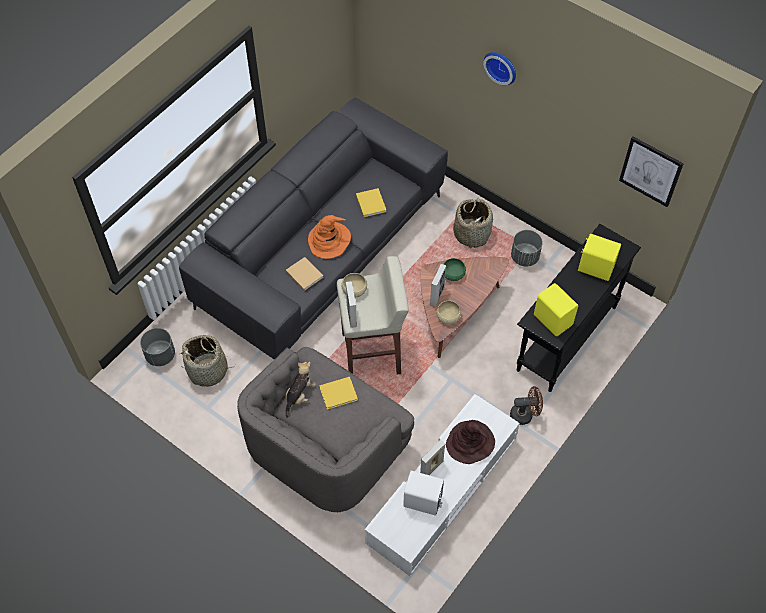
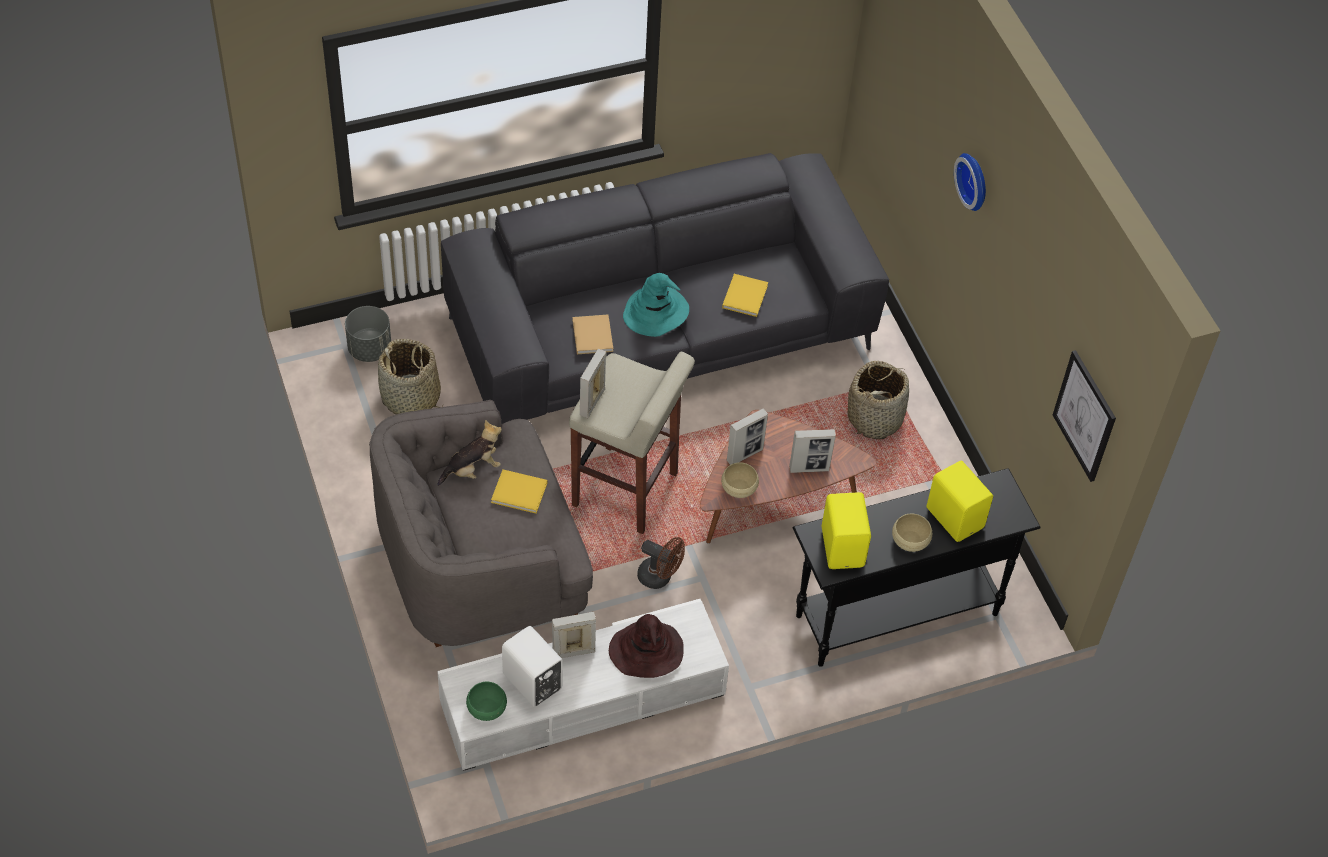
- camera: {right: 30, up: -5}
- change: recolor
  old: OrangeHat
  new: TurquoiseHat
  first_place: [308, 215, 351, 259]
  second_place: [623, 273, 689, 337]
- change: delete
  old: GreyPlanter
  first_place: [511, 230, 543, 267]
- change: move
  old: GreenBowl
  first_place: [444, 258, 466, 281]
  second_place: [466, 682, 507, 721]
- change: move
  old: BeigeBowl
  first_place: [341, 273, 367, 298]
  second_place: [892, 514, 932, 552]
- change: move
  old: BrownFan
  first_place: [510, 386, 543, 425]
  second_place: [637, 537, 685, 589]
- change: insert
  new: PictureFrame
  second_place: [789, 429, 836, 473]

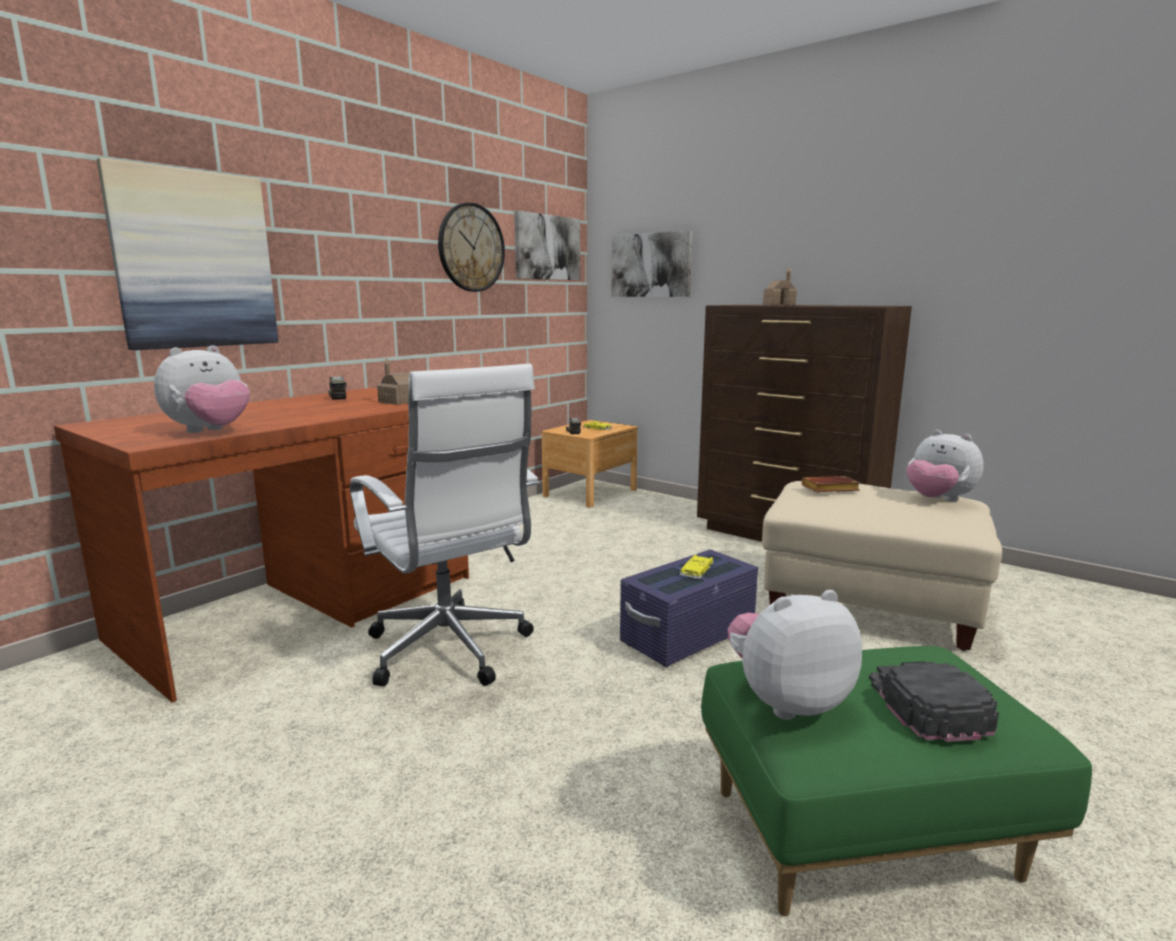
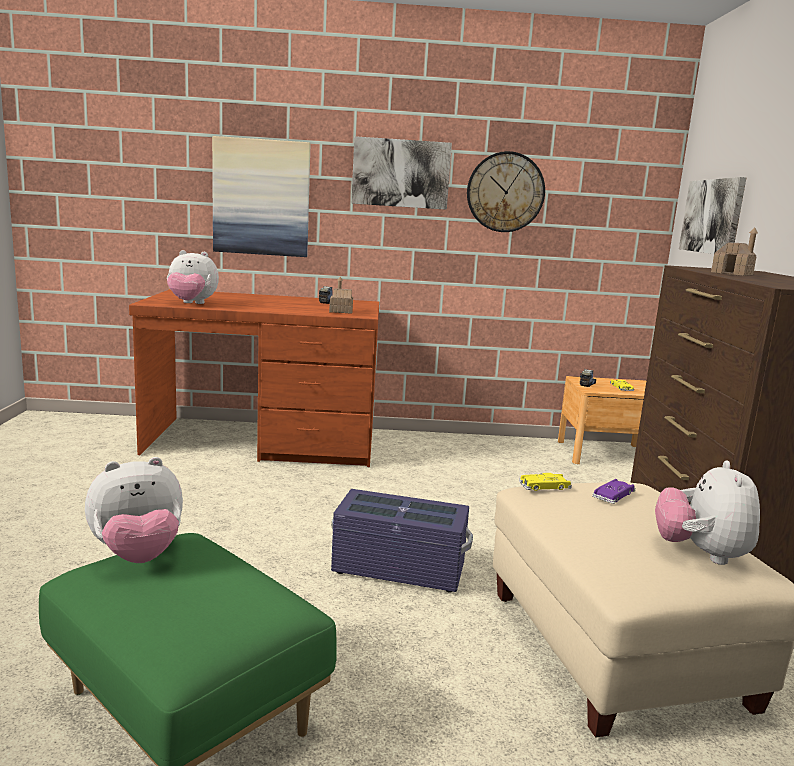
- camera: {right: 50, up: 0}
- change: move
  old: Picture
  first_place: [514, 211, 580, 280]
  second_place: [351, 136, 452, 210]
- change: delete
  old: WhiteOfficeChair
  first_place: [350, 364, 539, 686]
- change: replace
  old: BrownBook
  new: PurpleToyCar
  first_place: [801, 476, 860, 492]
  second_place: [592, 479, 635, 504]
- change: move
  old: YellowToyCar
  first_place: [679, 554, 714, 579]
  second_place: [519, 473, 572, 491]
- change: rotate
  old: PlushToy
  first_place: [728, 590, 862, 720]
  second_place: [85, 457, 183, 563]
  degrees: 120
- change: delete
  old: BlackCap
  first_place: [869, 661, 999, 742]

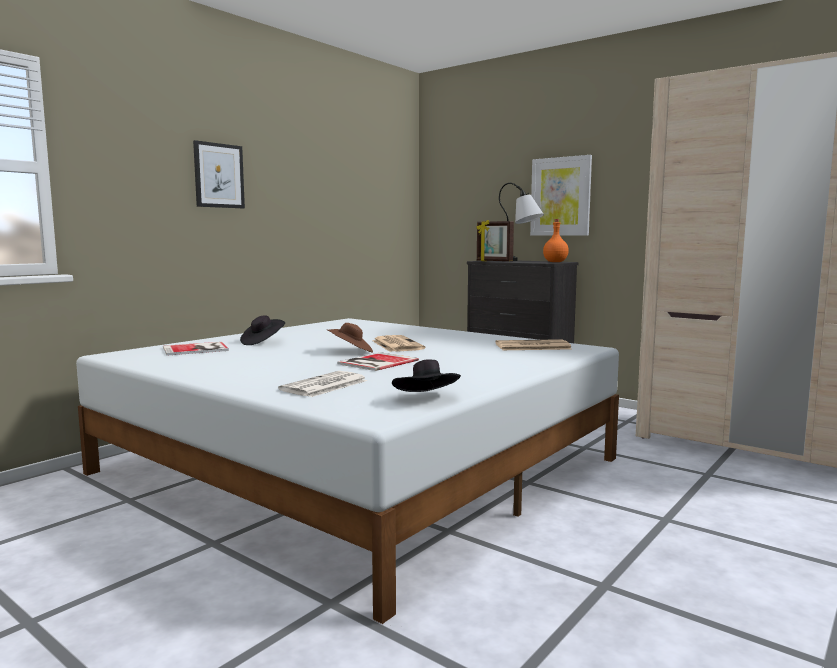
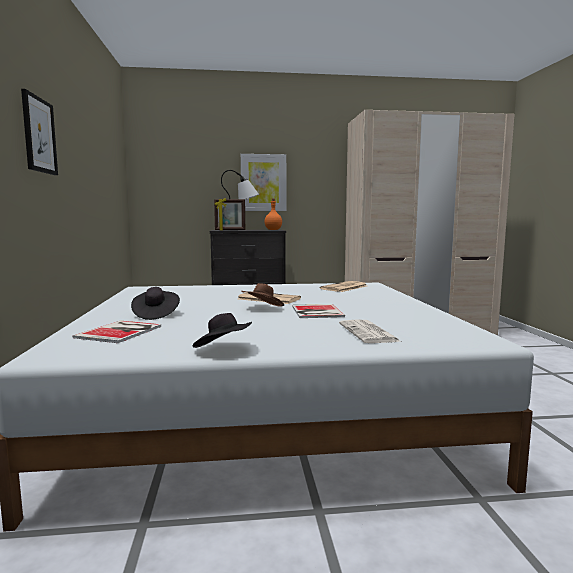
- camera: {right: -45, up: 0}
- change: move
  old: BlackHat
  first_place: [392, 360, 461, 392]
  second_place: [193, 313, 252, 348]

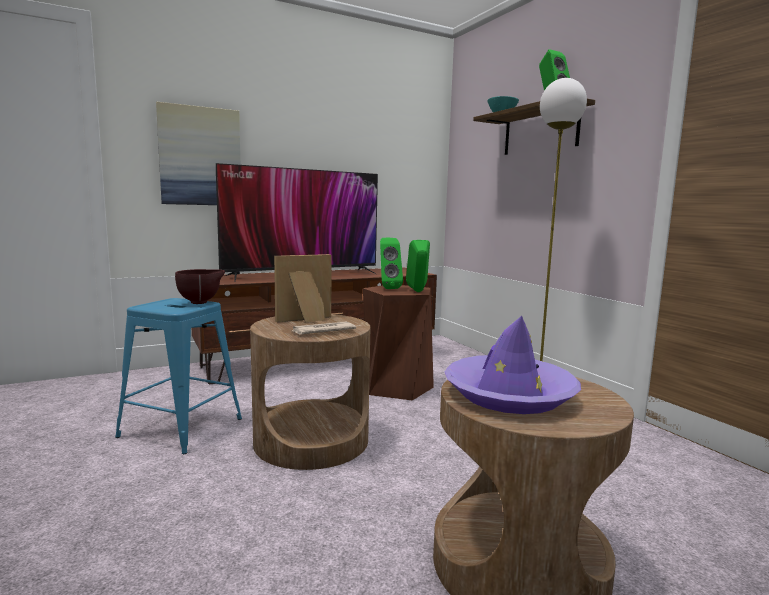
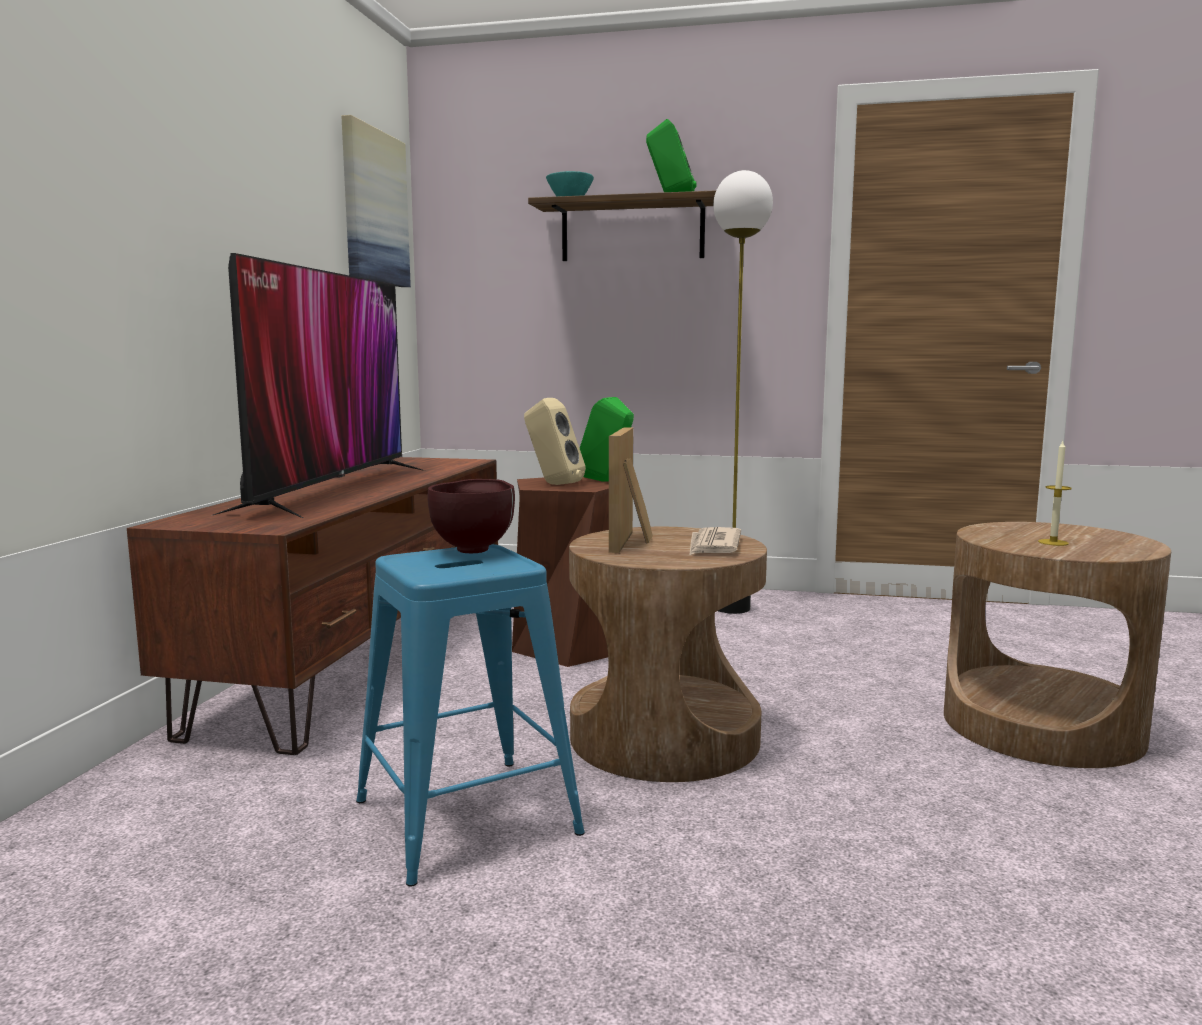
- camera: {right: -50, up: 0}
- change: move
  old: Picture
  first_place: [156, 101, 241, 205]
  second_place: [341, 115, 411, 287]
- change: recolor
  old: GreenSpeaker
  new: BeigeSpeaker
  first_place: [380, 238, 403, 289]
  second_place: [524, 398, 586, 485]
- change: replace
  old: PurpleHat
  new: Candle
  first_place: [445, 316, 581, 414]
  second_place: [1038, 441, 1072, 546]

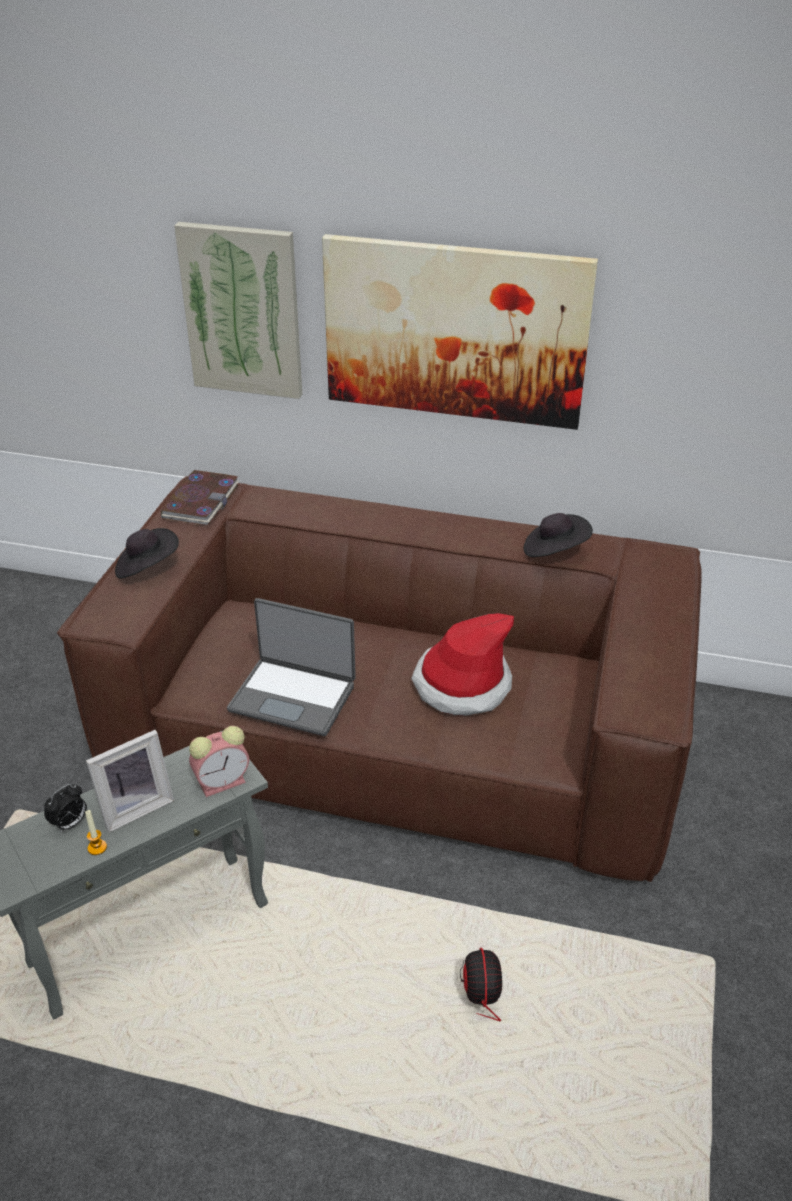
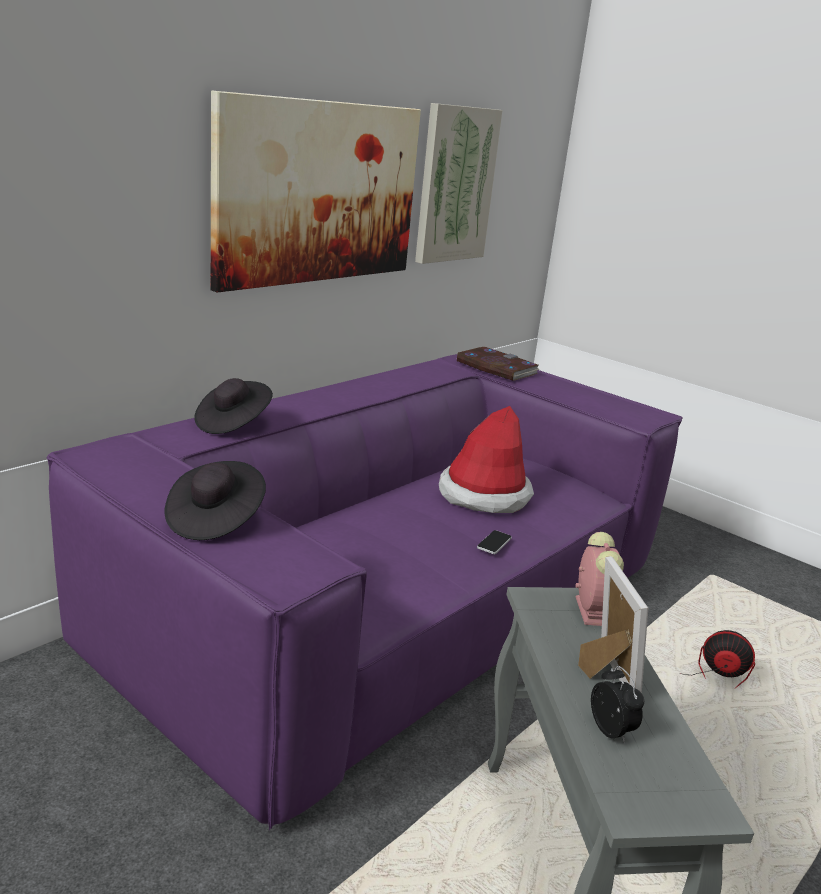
- camera: {right: -65, up: -15}
- change: move
  old: Picture
  first_place: [174, 222, 302, 399]
  second_place: [415, 103, 502, 264]
- change: move
  old: Book
  first_place: [161, 470, 239, 526]
  second_place: [456, 347, 539, 381]
- change: recolor
  old: BrownSofa
  new: PurpleSofa
  first_place: [57, 476, 702, 882]
  second_place: [46, 354, 683, 830]
- change: move
  old: BlackHat
  first_place: [524, 513, 593, 557]
  second_place: [194, 378, 273, 434]
- change: delete
  old: Laptop
  first_place: [227, 598, 356, 736]
- change: delete
  old: Candle
  first_place: [85, 810, 107, 855]
- change: insert
  new: Phone
  second_place: [477, 530, 512, 554]

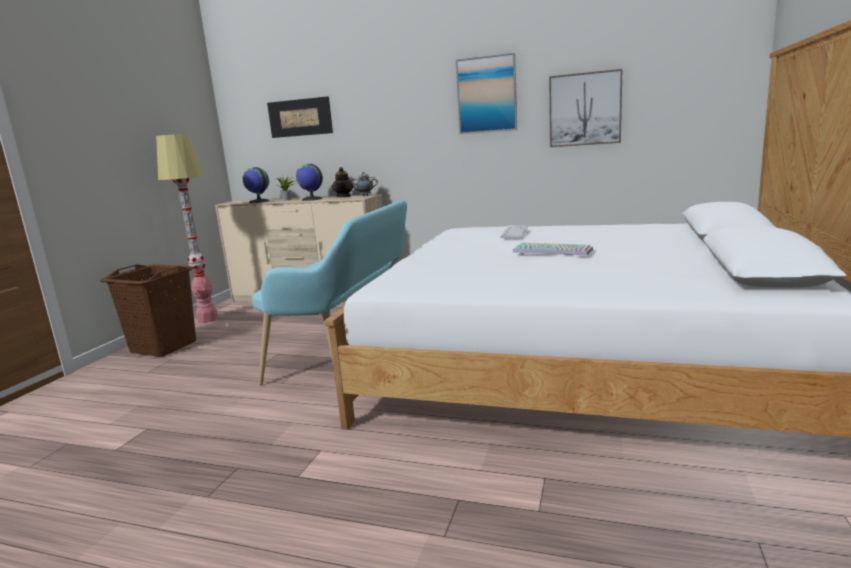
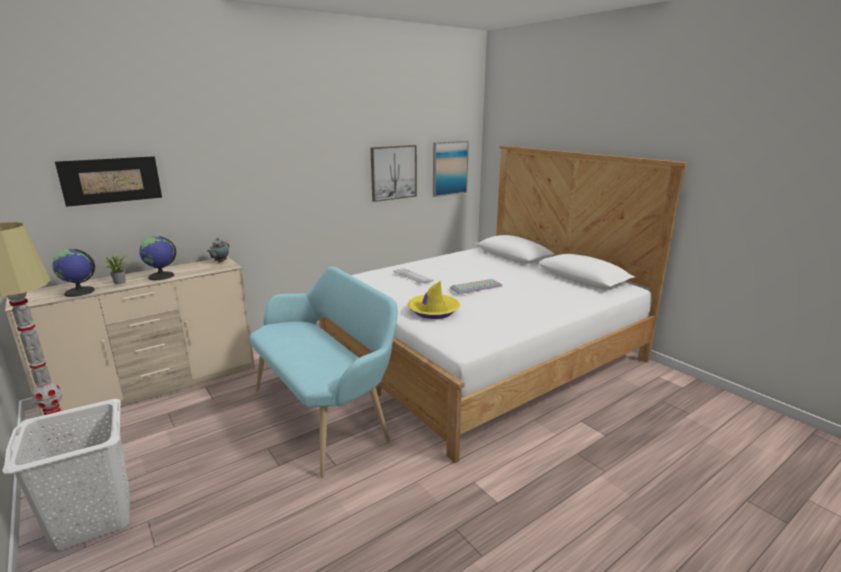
- camera: {right: -55, up: 5}
- change: move
  old: Picture
  first_place: [456, 53, 517, 134]
  second_place: [433, 141, 469, 197]
- change: delete
  old: Teapot
  first_place: [332, 167, 353, 197]
- change: recolor
  old: BrownLaundryBasket
  new: WhiteLaundryBasket
  first_place: [100, 264, 196, 357]
  second_place: [2, 399, 130, 551]
- change: insert
  new: YellowHat
  second_place: [407, 281, 460, 319]

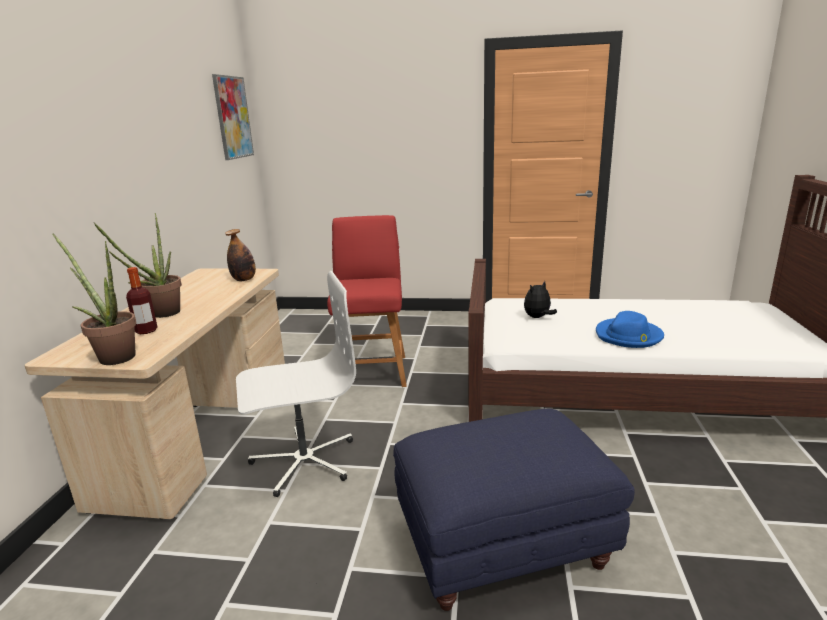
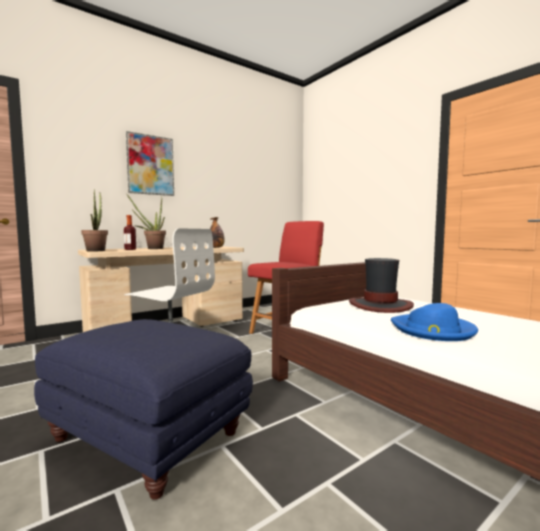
- camera: {right: 45, up: -15}
- change: move
  old: Picture
  first_place: [212, 74, 254, 160]
  second_place: [126, 131, 174, 196]
- change: replace
  old: PlushToy
  new: Hat
  first_place: [524, 281, 557, 318]
  second_place: [349, 258, 414, 313]

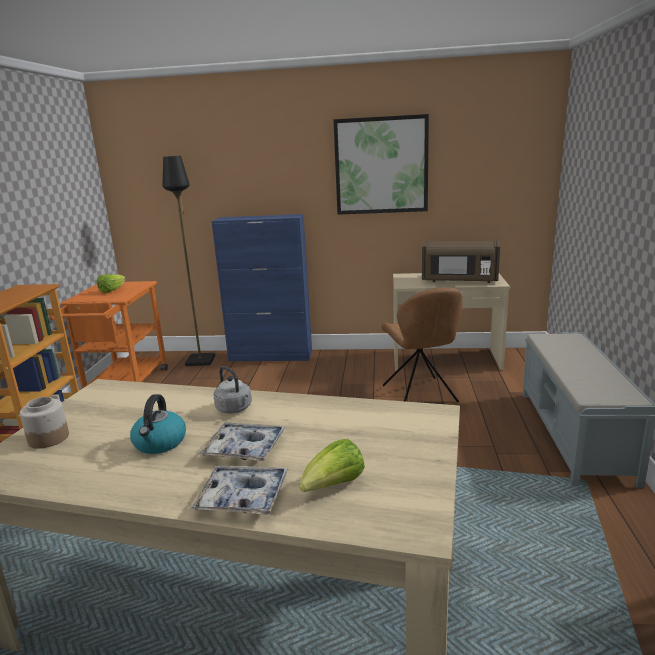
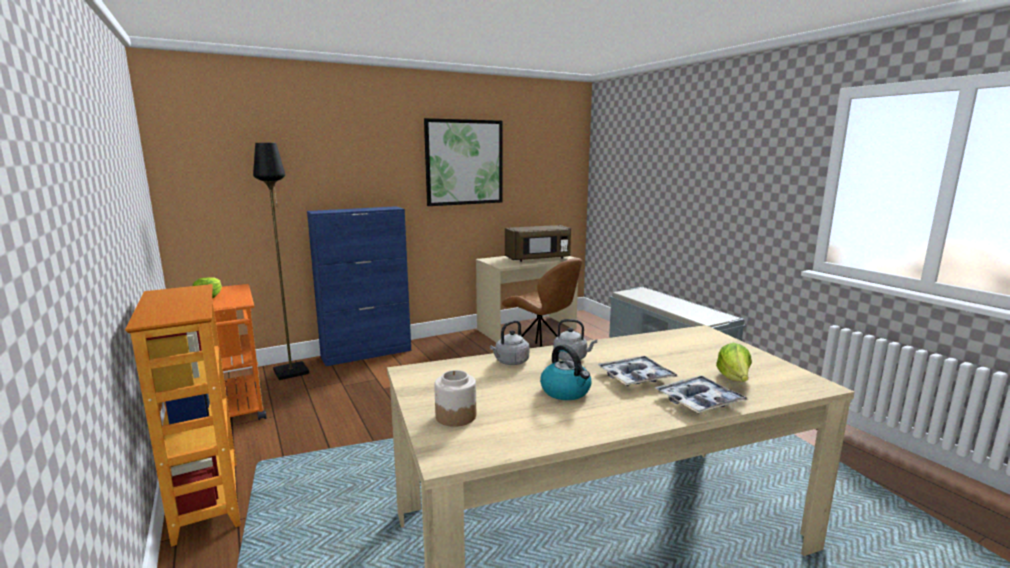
- camera: {right: -35, up: -5}
- change: insert
  new: GreyKettle
  second_place: [490, 320, 529, 365]

